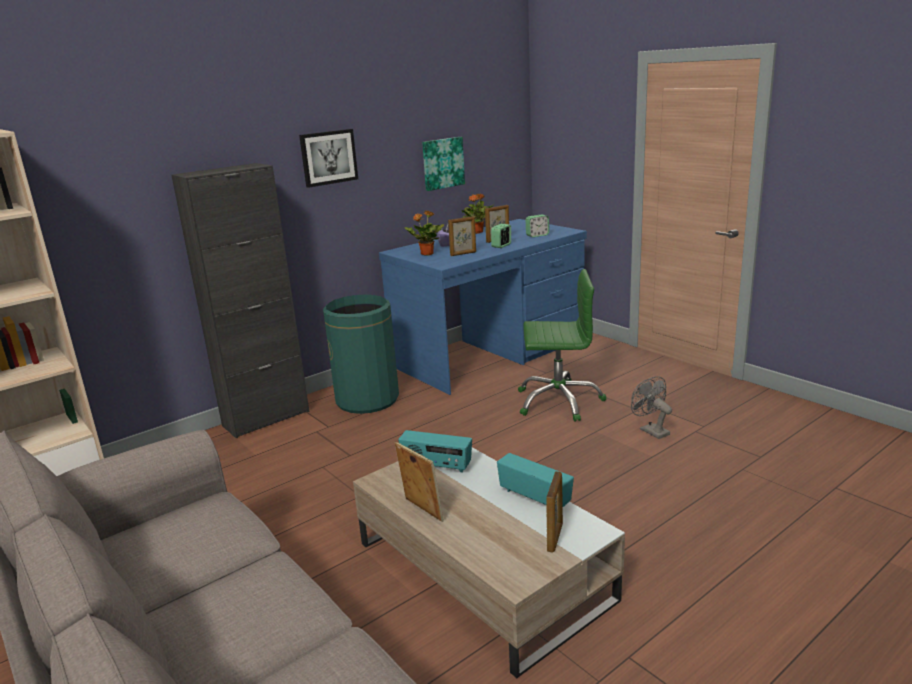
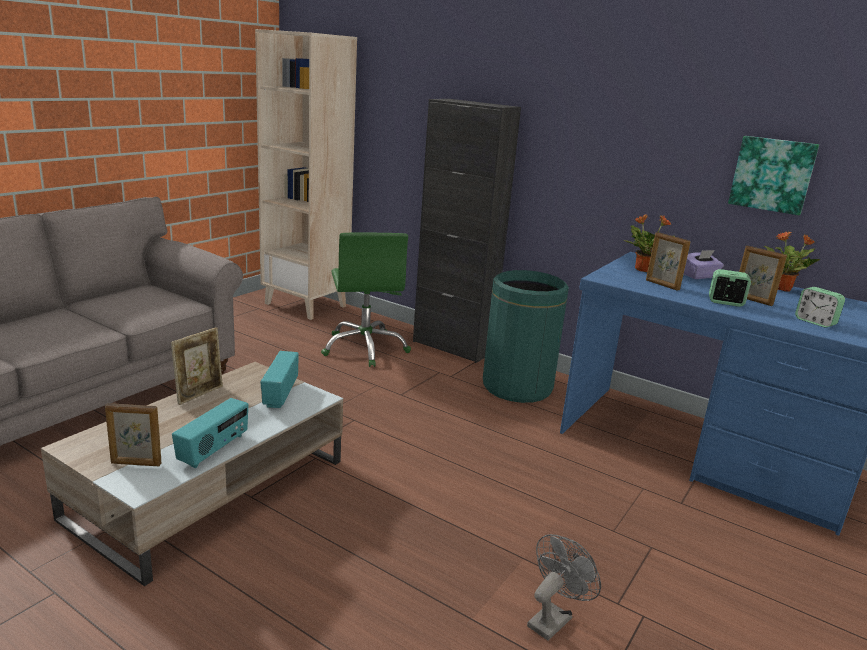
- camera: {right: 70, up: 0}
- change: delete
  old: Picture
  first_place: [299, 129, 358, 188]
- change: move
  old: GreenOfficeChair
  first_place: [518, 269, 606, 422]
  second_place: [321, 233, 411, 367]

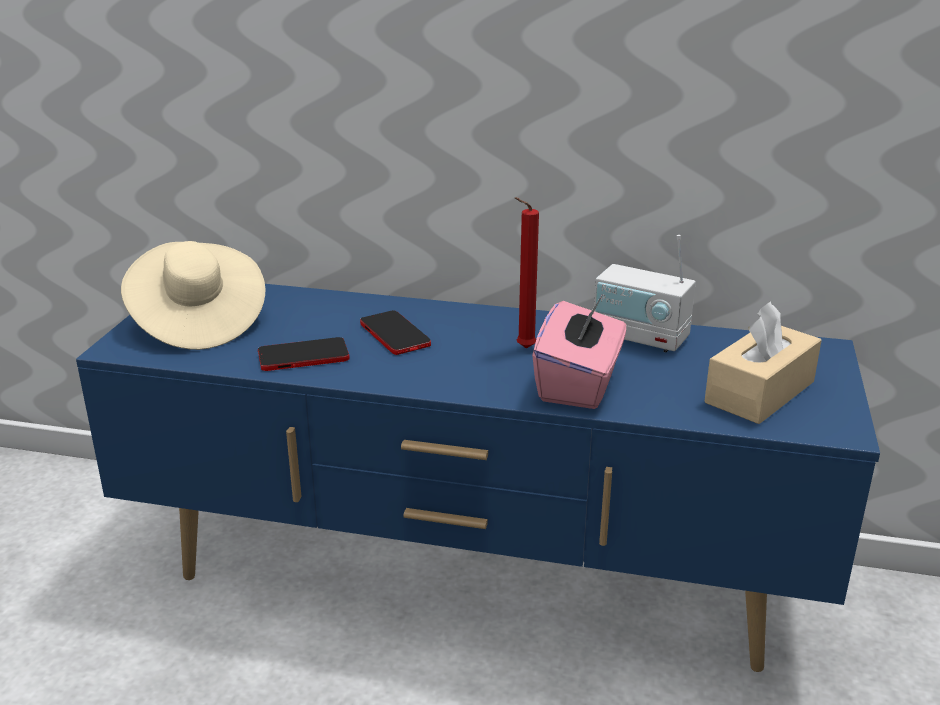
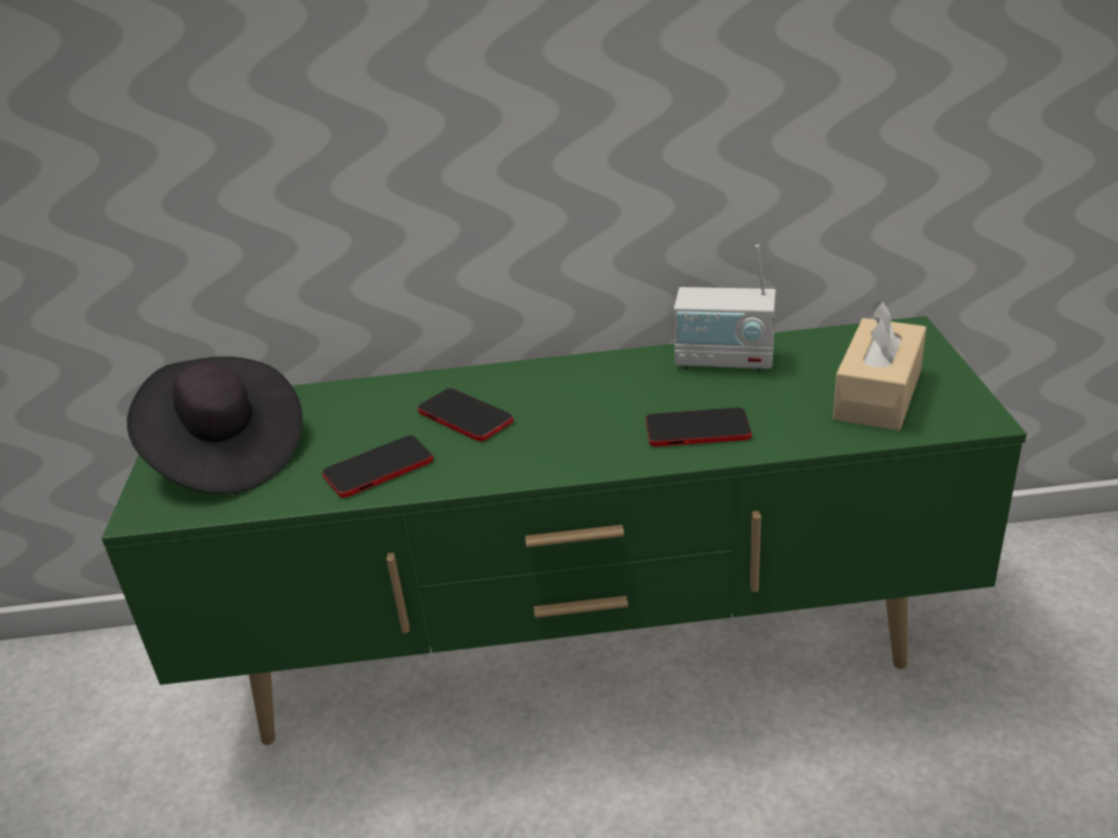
- camera: {right: -15, up: 5}
- change: delete
  old: RedCandle
  first_place: [515, 197, 539, 349]
- change: recolor
  old: BeigeHat
  new: BlackHat
  first_place: [121, 241, 265, 350]
  second_place: [127, 356, 303, 494]
- change: recolor
  old: BlueTvStand
  new: GreenTvStand
  first_place: [76, 284, 880, 672]
  second_place: [101, 316, 1027, 745]
- change: replace
  old: PinkTissueBox
  new: Phone
  first_place: [532, 295, 626, 409]
  second_place: [646, 408, 752, 447]

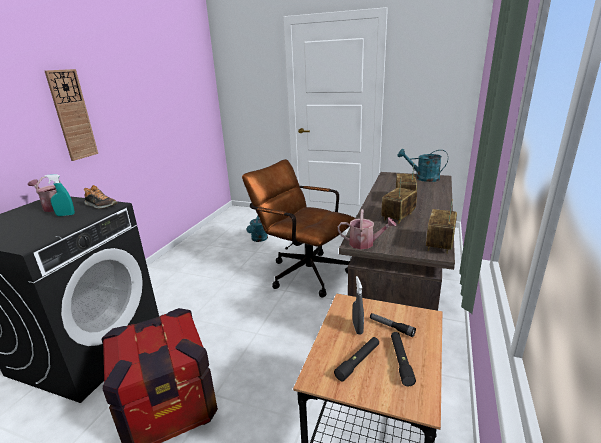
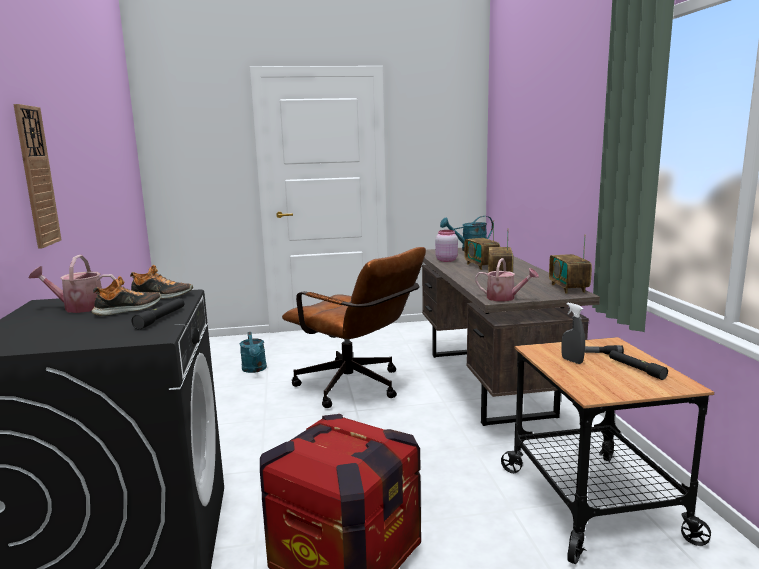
- camera: {right: -30, up: -10}
- change: rotate
  old: BrownOfficeChair
  first_place: [242, 159, 355, 297]
  second_place: [282, 247, 426, 408]
  degrees: -150
- change: replace
  old: TurquoiseSprayBottle
  new: Shoe
  first_place: [45, 174, 75, 216]
  second_place: [91, 276, 161, 316]
- change: rotate
  old: WateringCan
  first_place: [338, 209, 397, 249]
  second_place: [475, 258, 539, 302]
  degrees: 45
- change: move
  old: BlackFlashlight
  first_place: [334, 337, 379, 381]
  second_place: [132, 298, 184, 330]
- change: insert
  new: PinkJar
  second_place: [435, 230, 458, 262]

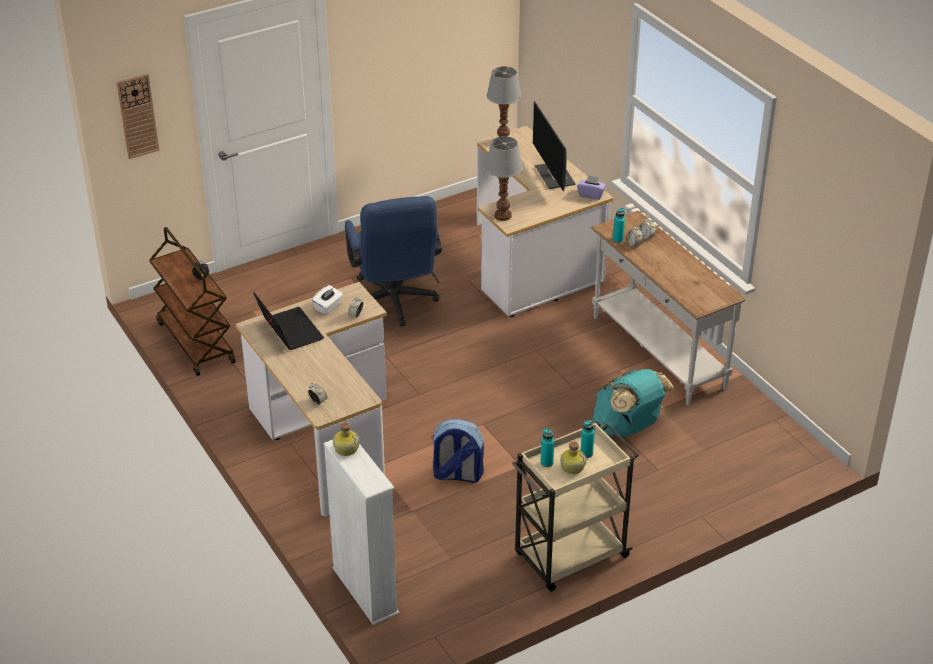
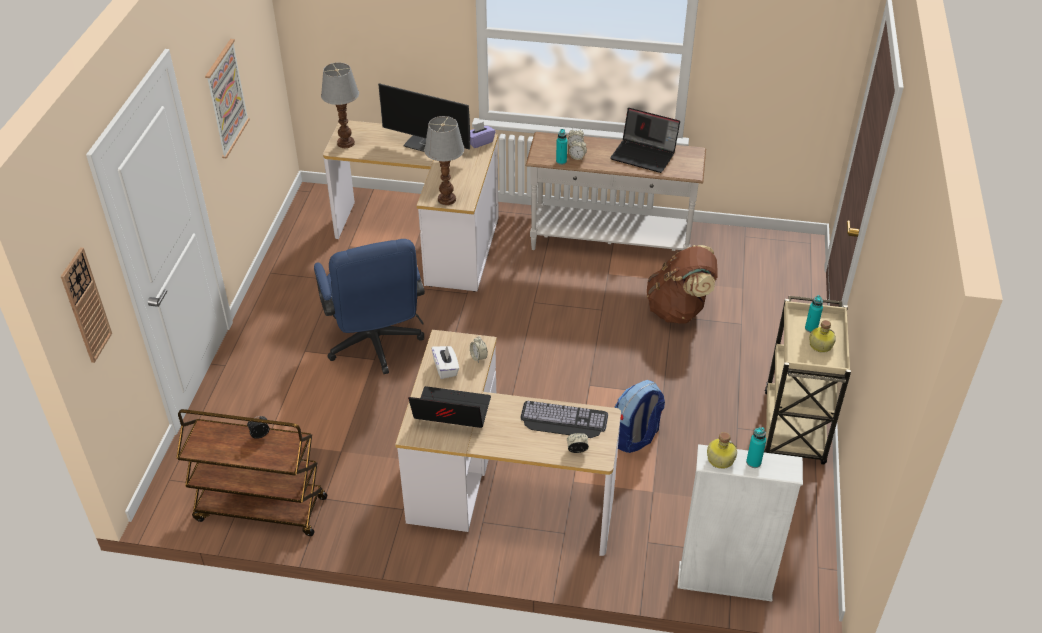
- camera: {right: -50, up: 5}
- change: rotate
  old: BlueOfficeChair
  first_place: [345, 196, 442, 327]
  second_place: [314, 239, 425, 374]
  degrees: 45
- change: recolor
  old: TurquoiseBackpack
  new: BrownBackpack
  first_place: [593, 369, 674, 437]
  second_place: [647, 245, 718, 324]
- change: move
  old: TurquoiseBottle
  first_place: [541, 429, 554, 467]
  second_place: [746, 427, 766, 468]
- change: insert
  new: Picture
  second_place: [205, 39, 250, 158]
- change: insert
  new: Laptop
  second_place: [610, 108, 680, 173]
- change: insert
  new: Keyboard
  second_place: [520, 401, 608, 438]

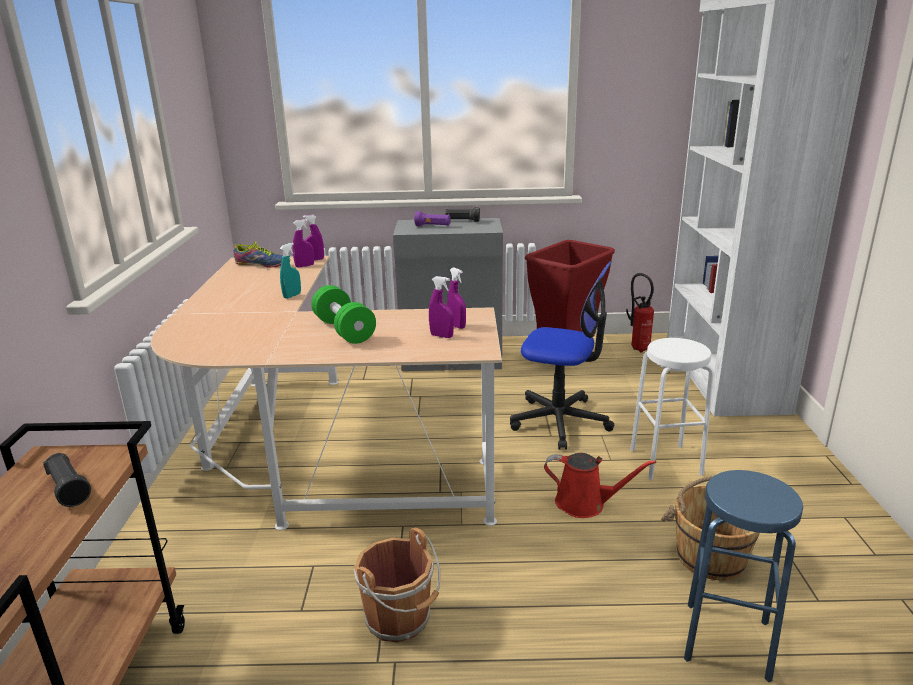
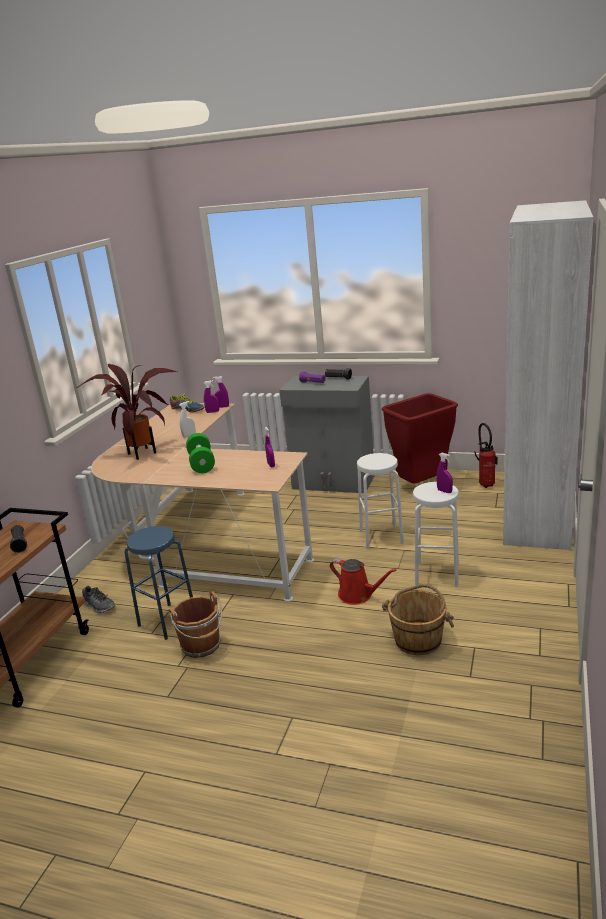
- camera: {right: 20, up: 0}
- change: recolor
  old: TurquoiseSprayBottle
  new: WhiteSprayBottle
  first_place: [280, 243, 301, 299]
  second_place: [179, 401, 196, 438]
- change: replace
  old: OfficeChair
  new: WhiteStool
  first_place: [510, 262, 614, 449]
  second_place: [357, 453, 404, 549]
- change: move
  old: PurpleSprayBottle
  first_place: [429, 276, 454, 338]
  second_place: [436, 453, 453, 493]
- change: move
  old: BlueStool
  first_place: [684, 470, 803, 682]
  second_place: [124, 526, 193, 640]
- change: insert
  new: PottedPlant
  second_place: [77, 364, 177, 460]
- change: insert
  new: Shoe
  second_place: [82, 586, 116, 614]

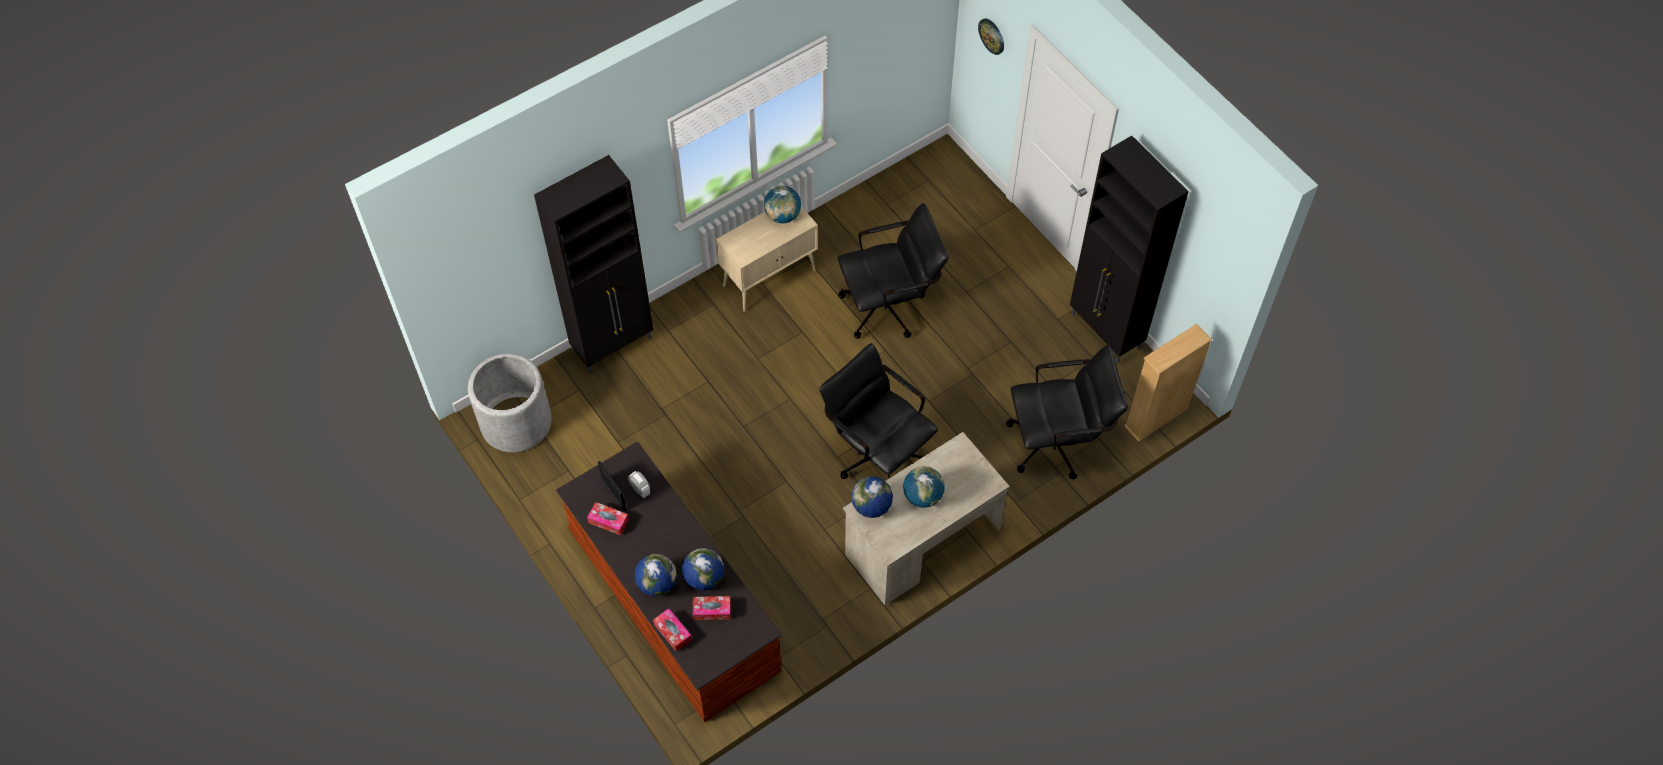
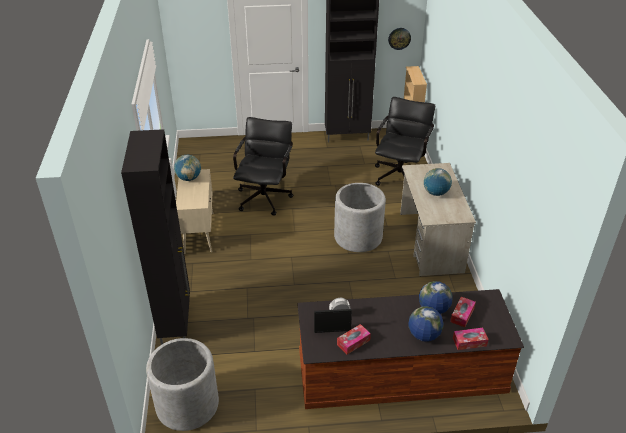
- camera: {right: -60, up: -20}
- change: move
  old: WallClock
  first_place: [978, 18, 1004, 55]
  second_place: [388, 28, 411, 50]
- change: replace
  old: BlackOfficeChair
  new: GreyPlanter
  first_place: [819, 343, 938, 479]
  second_place: [334, 183, 386, 252]
- change: delete
  old: Globe
  first_place: [851, 476, 893, 518]

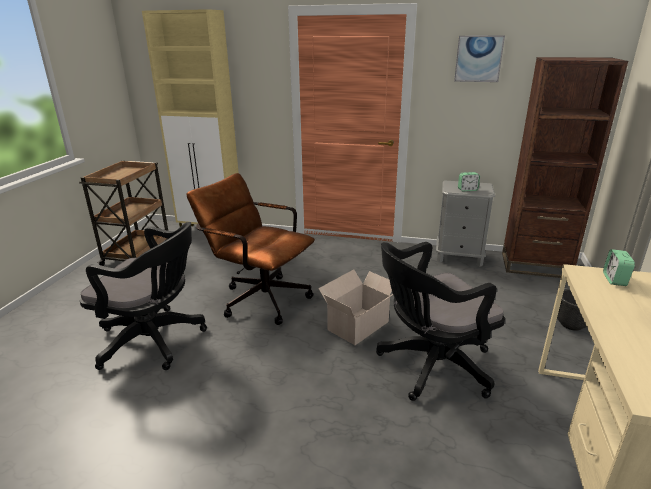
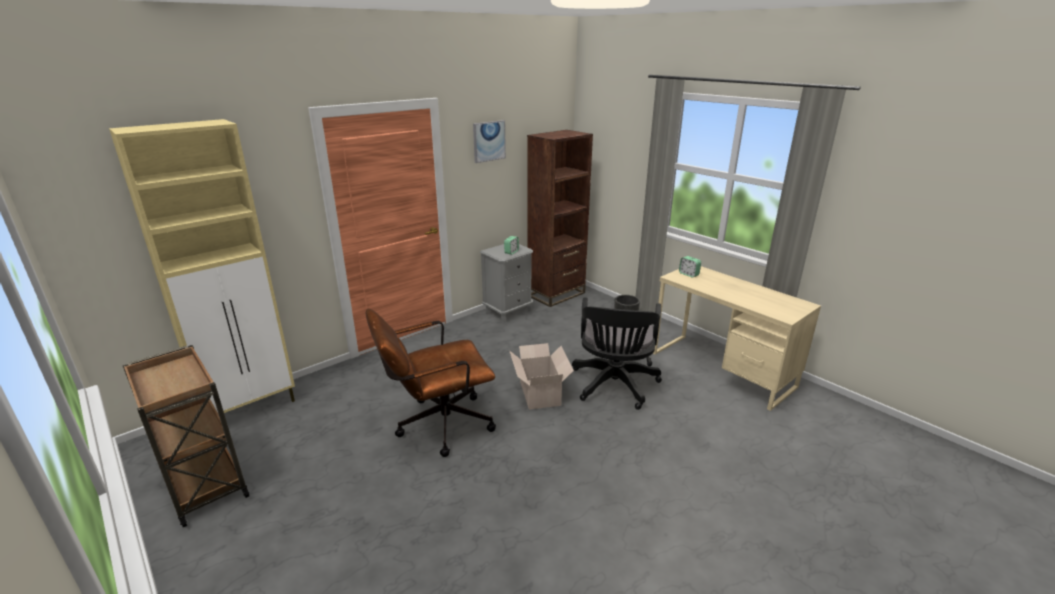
- camera: {right: -55, up: 0}
- change: delete
  old: BlackOfficeChair
  first_place: [80, 222, 207, 370]

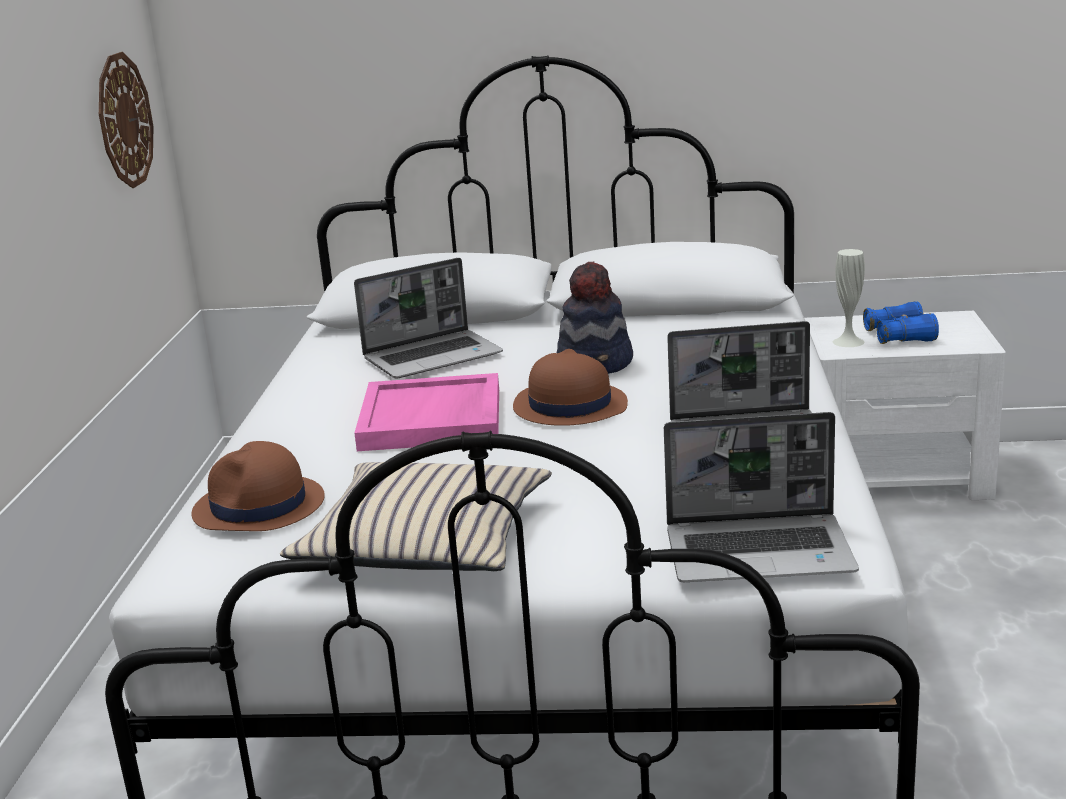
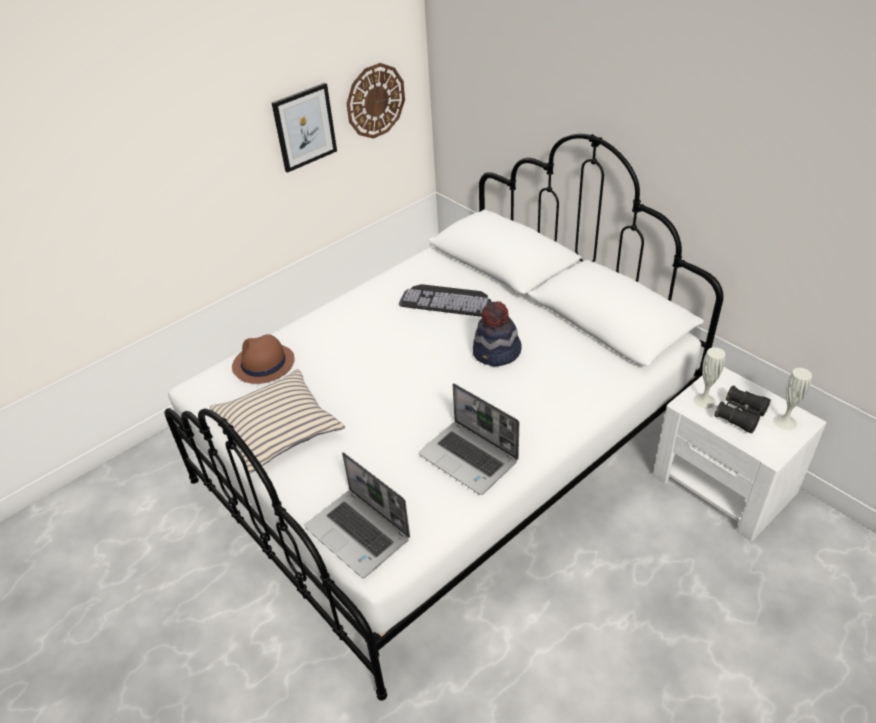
- camera: {right: 45, up: 20}
- change: replace
  old: Laptop
  new: Keyboard
  first_place: [354, 258, 503, 379]
  second_place: [399, 284, 492, 317]
- change: recolor
  old: BlueBinoculars
  new: BlackBinoculars
  first_place: [863, 302, 939, 344]
  second_place: [714, 385, 771, 434]
- change: delete
  old: BrownHat
  first_place: [513, 349, 628, 426]
- change: delete
  old: PinkTray
  first_place: [354, 373, 499, 451]
- change: insert
  new: Picture
  second_place: [272, 83, 337, 173]
- change: insert
  new: WhiteVase
  second_place: [773, 368, 812, 430]

